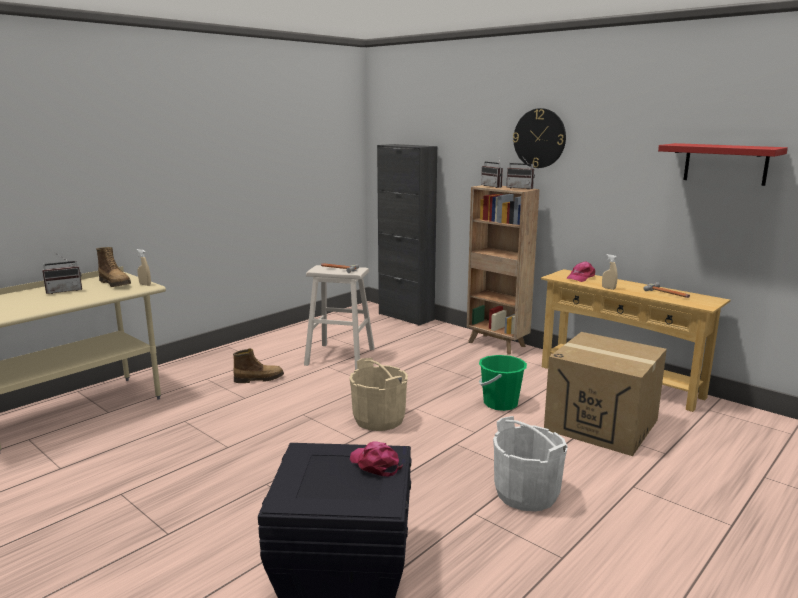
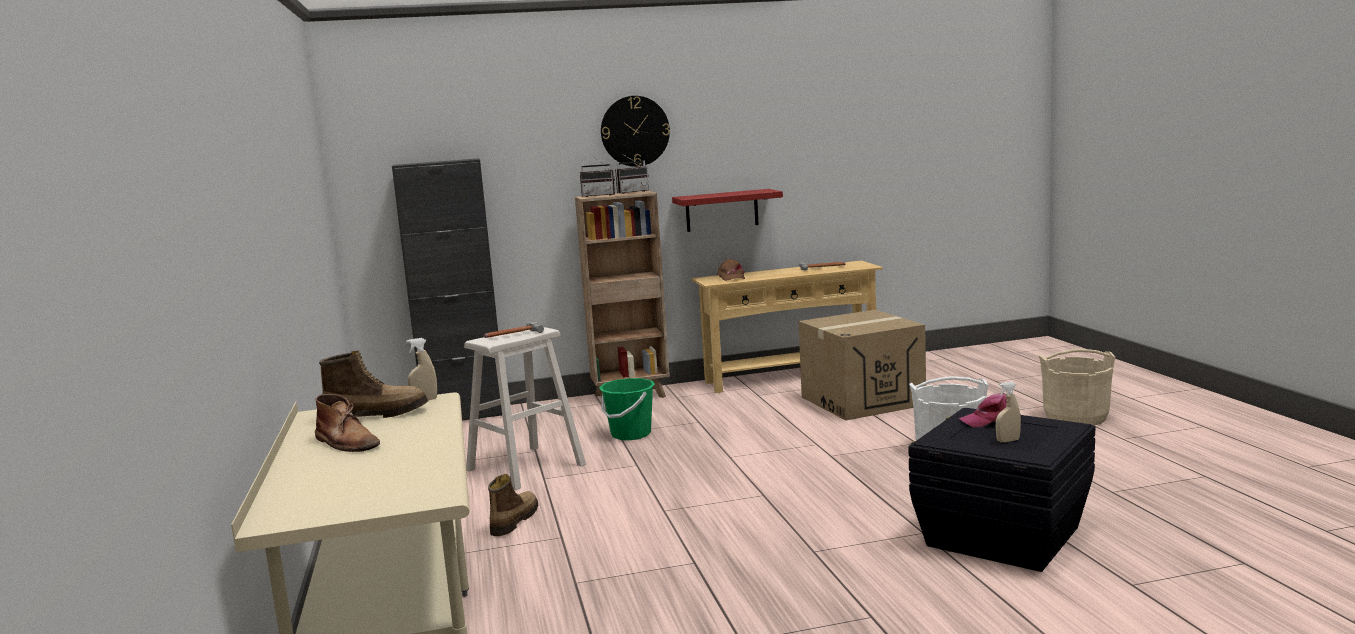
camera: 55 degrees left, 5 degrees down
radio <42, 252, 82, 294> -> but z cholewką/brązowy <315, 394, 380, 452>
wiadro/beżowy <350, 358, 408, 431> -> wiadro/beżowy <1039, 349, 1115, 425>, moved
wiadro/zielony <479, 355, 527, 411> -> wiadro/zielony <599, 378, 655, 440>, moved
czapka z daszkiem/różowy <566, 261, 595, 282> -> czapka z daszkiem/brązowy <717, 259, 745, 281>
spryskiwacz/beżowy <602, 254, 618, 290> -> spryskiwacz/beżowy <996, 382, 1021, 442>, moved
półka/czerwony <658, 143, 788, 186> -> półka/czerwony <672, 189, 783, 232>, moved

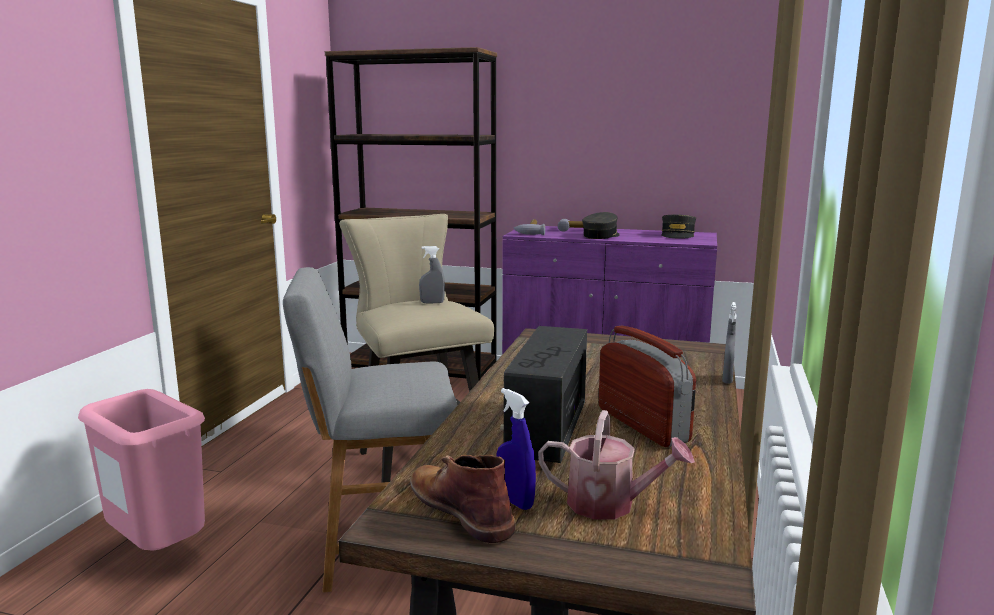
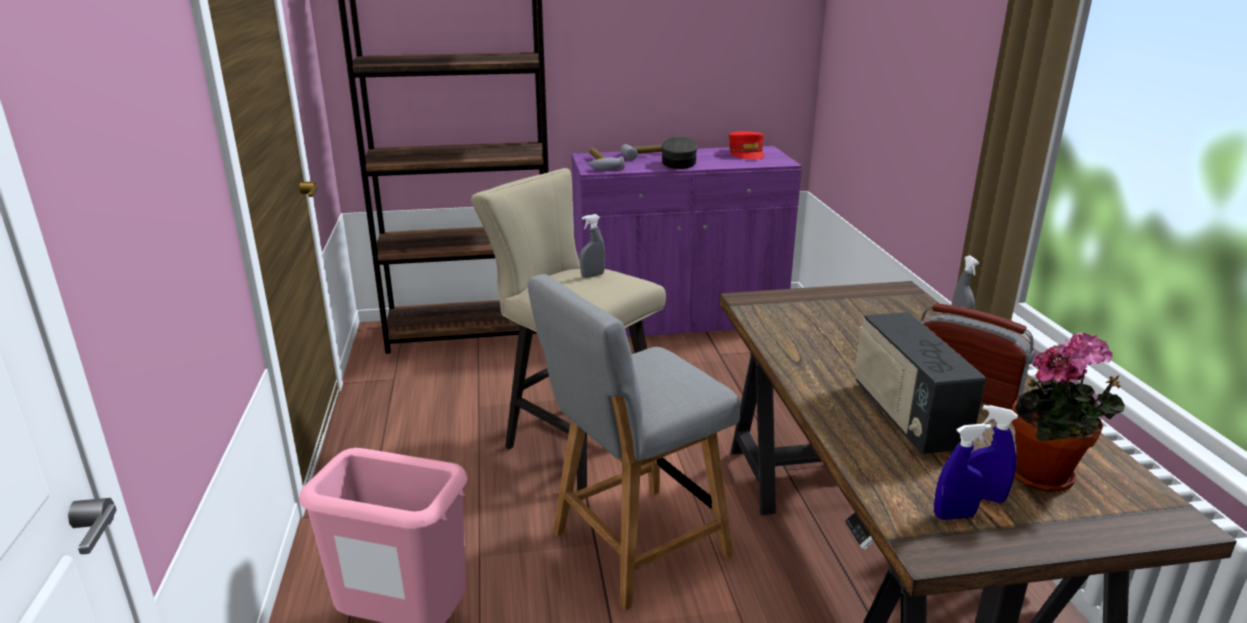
camera: 25 degrees left, 10 degrees up
but z cholewką/brązowy <410, 455, 515, 543> -> spryskiwacz/niebieski <934, 424, 991, 520>
konewka <538, 410, 695, 520> -> roślina doniczkowa <1011, 333, 1125, 492>
czapka z daszkiem/szary <661, 214, 696, 239> -> czapka z daszkiem/czerwony <729, 131, 765, 160>

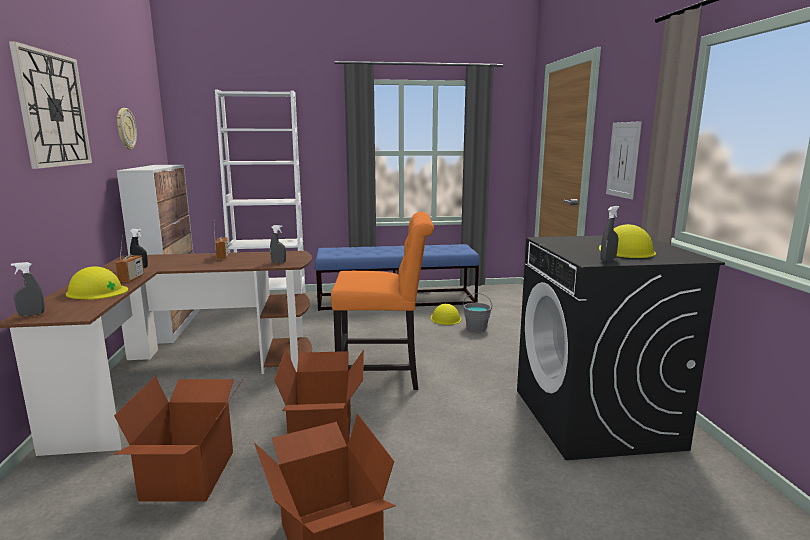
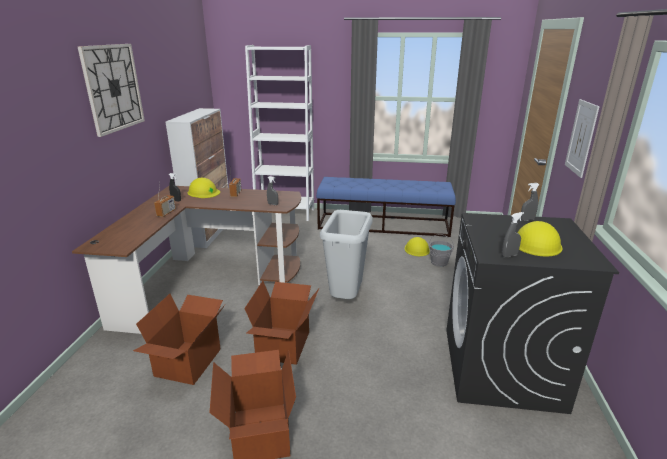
camera: 15 degrees right, 10 degrees up
spryskiwacz/szary <11, 262, 45, 316> -> spryskiwacz/szary <521, 183, 539, 221>, moved
kask/żółty <66, 266, 128, 300> -> kask/żółty <188, 178, 220, 198>, moved
zegar ścienny <117, 108, 137, 150> -> none
krzesło/pomarańczowy <331, 212, 434, 390> -> kosz na śmieci/szary <320, 210, 372, 299>

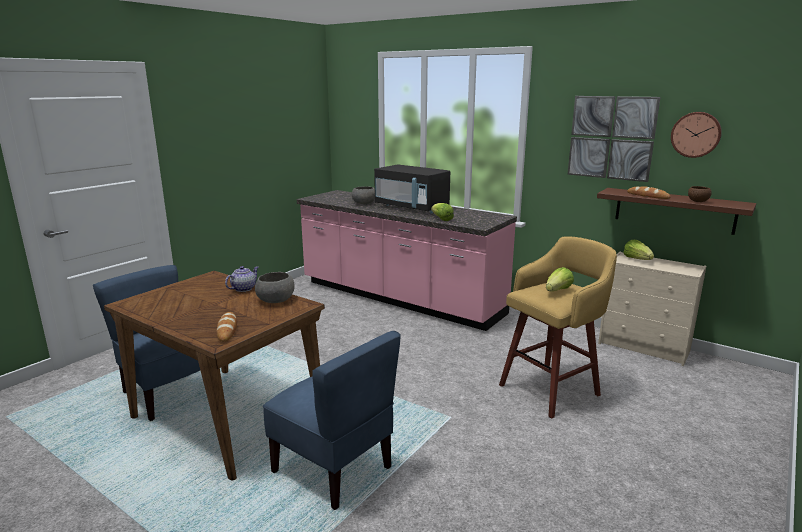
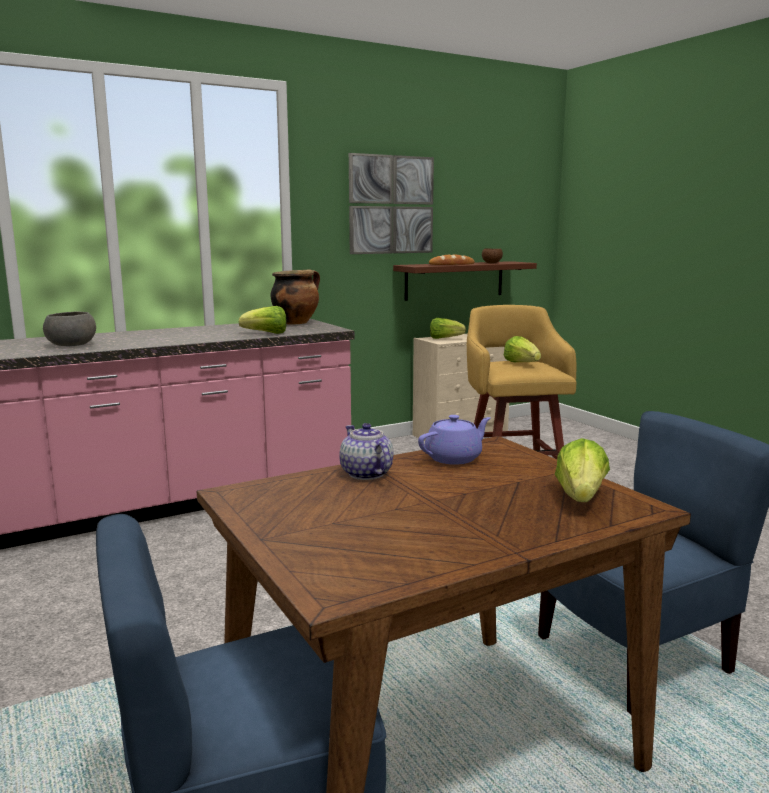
camera: 65 degrees left, 5 degrees down
chleb <217, 312, 237, 342> -> sałata <555, 438, 610, 502>
miska/szary <255, 272, 295, 303> -> imbryk/fioletowy <418, 415, 491, 465>
mikrofalówka/czarny <374, 165, 450, 214> -> none
zegar ścienny <671, 112, 722, 158> -> none
none -> garnek <270, 270, 320, 325>

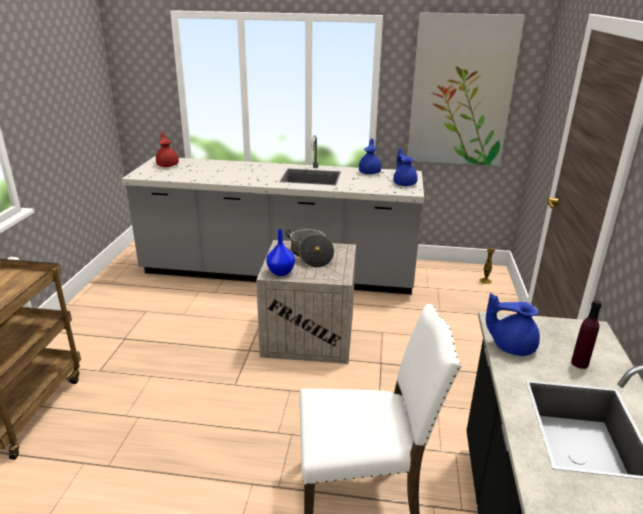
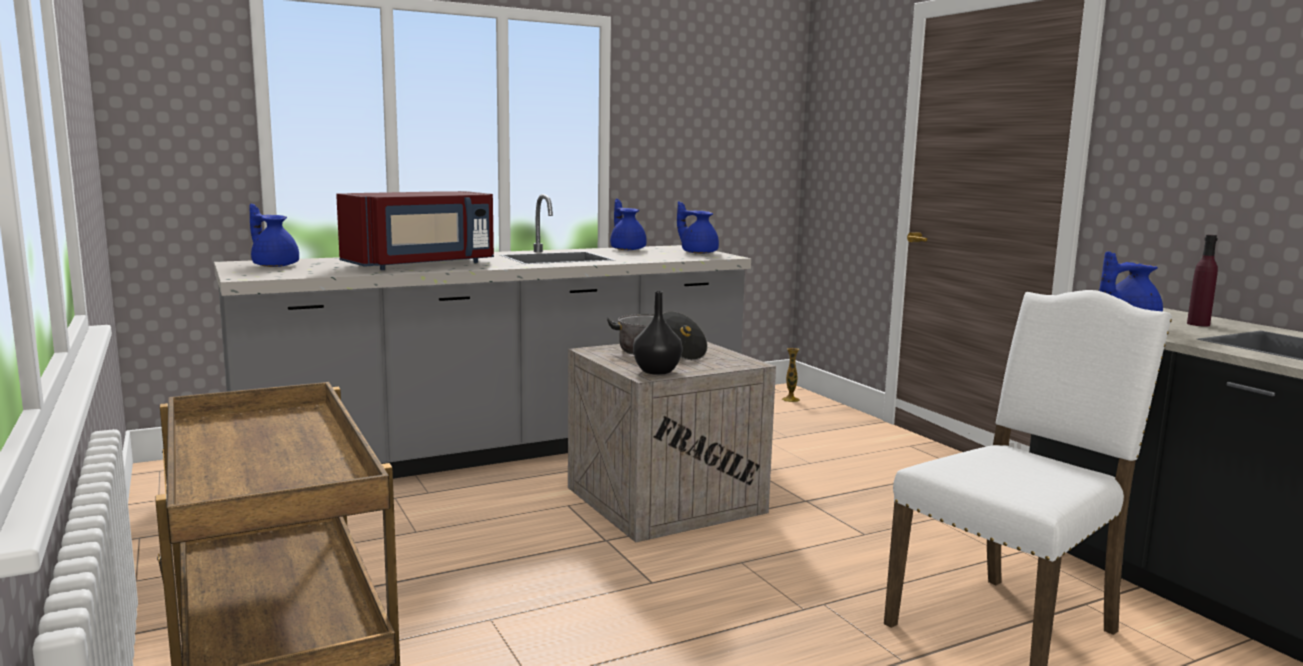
camera: 35 degrees left, 15 degrees down
imbryk/czerwony <156, 132, 179, 167> -> imbryk/niebieski <250, 204, 299, 267>
wazon/niebieski <266, 229, 295, 276> -> wazon/czarny <633, 291, 683, 375>
obraz <407, 12, 525, 166> -> none
none -> mikrofalówka/czerwony <336, 191, 494, 270>

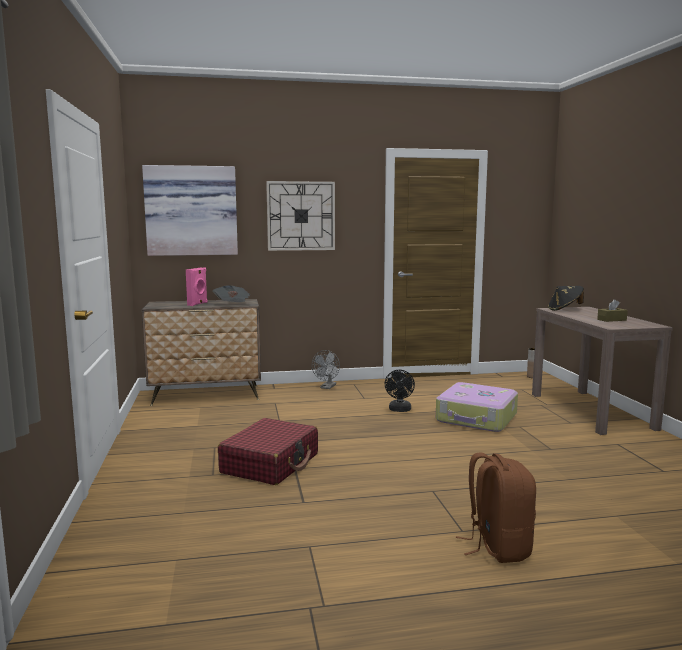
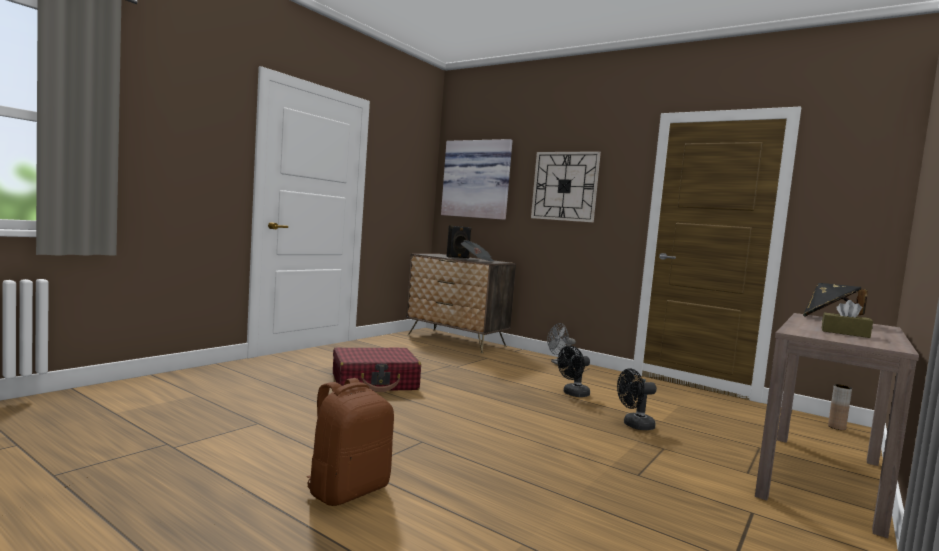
camera: 45 degrees right, 5 degrees down
głośnik/różowy <186, 267, 207, 306> -> głośnik/czarny <447, 225, 472, 258>
walizka <436, 382, 518, 432> -> wentylator/czarny <617, 368, 657, 430>

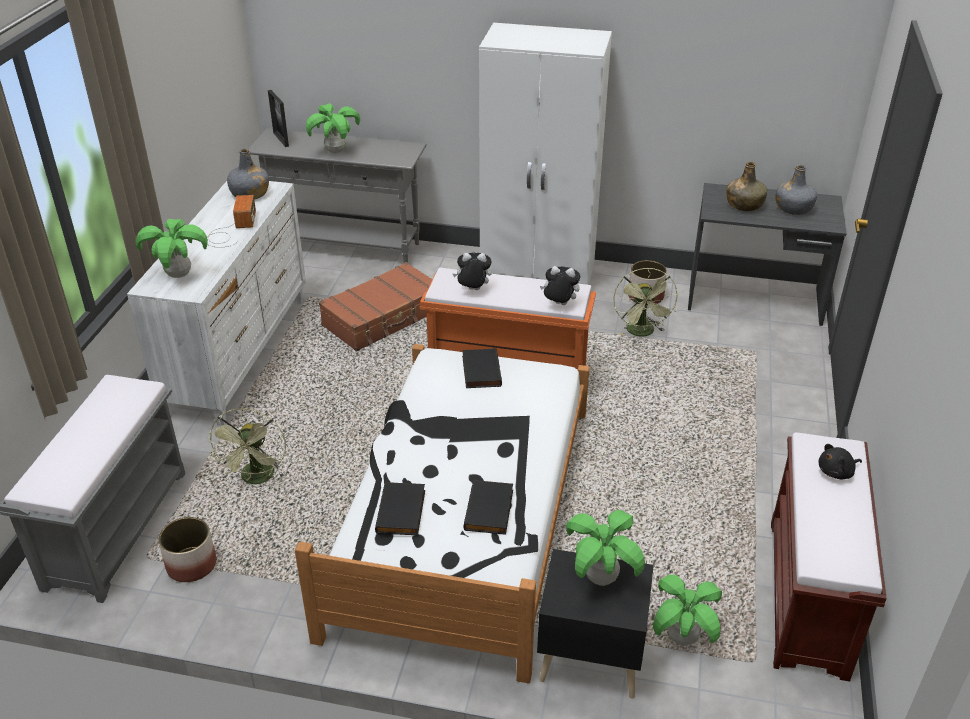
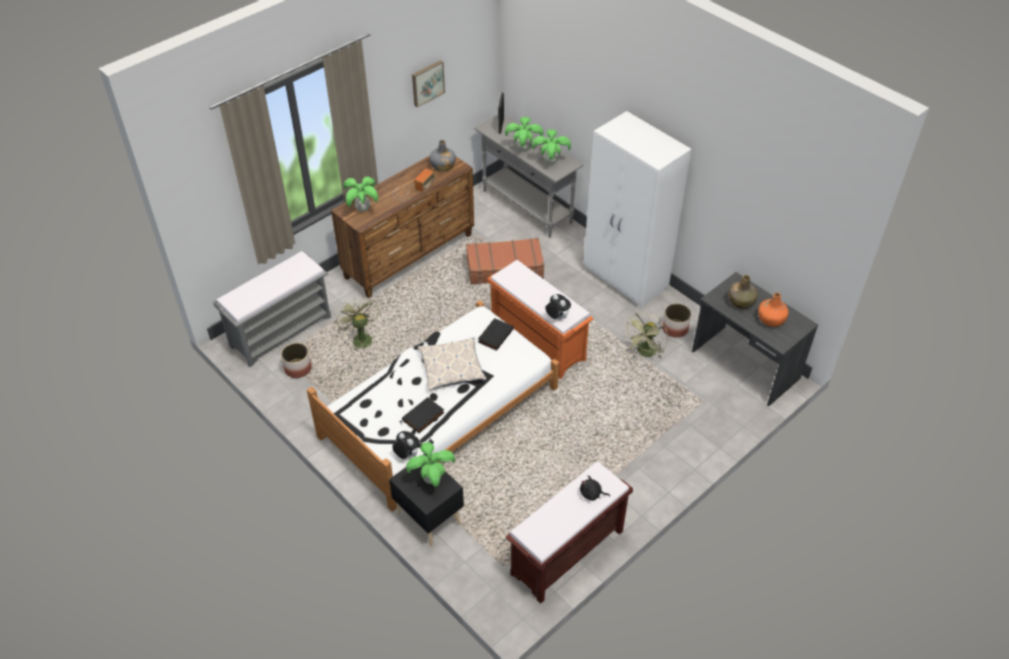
camera: 35 degrees right, 10 degrees up
komoda/biały <127, 181, 306, 426> -> komoda/brązowy <331, 156, 474, 298>
wentylator/zielony <207, 408, 286, 484> -> wentylator/zielony <335, 298, 379, 352>, 120 degrees clockwise
książka/czarny <375, 482, 425, 535> -> none
pluszak <453, 253, 492, 290> -> pluszak <392, 431, 420, 459>, moved
roślina doniczkowa <653, 575, 722, 646> -> roślina doniczkowa <532, 129, 571, 164>, moved
butelka/szary <775, 165, 817, 215> -> butelka/pomarańczowy <758, 292, 789, 327>
none -> obraz <412, 60, 445, 107>
none -> poduszka <418, 337, 487, 390>

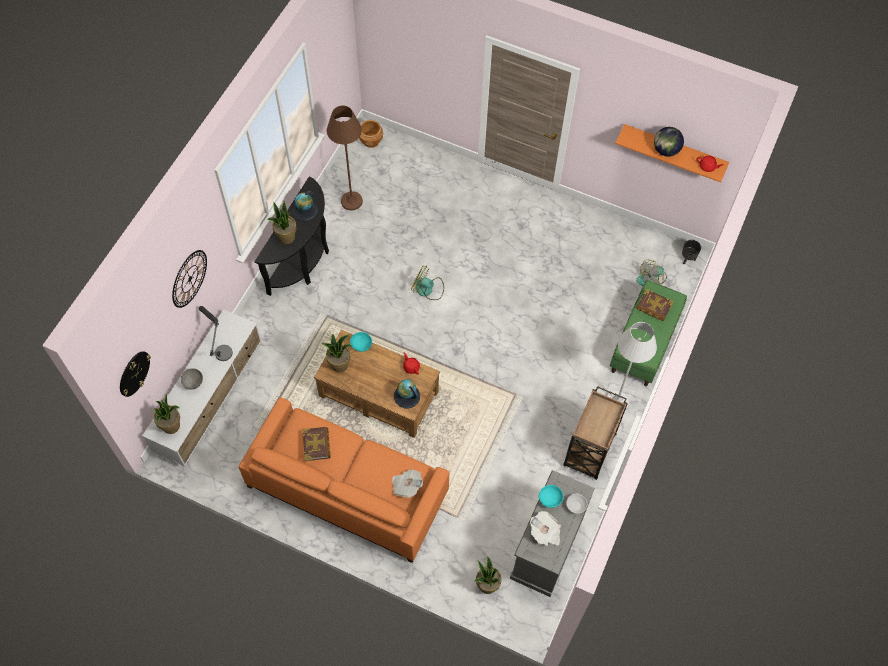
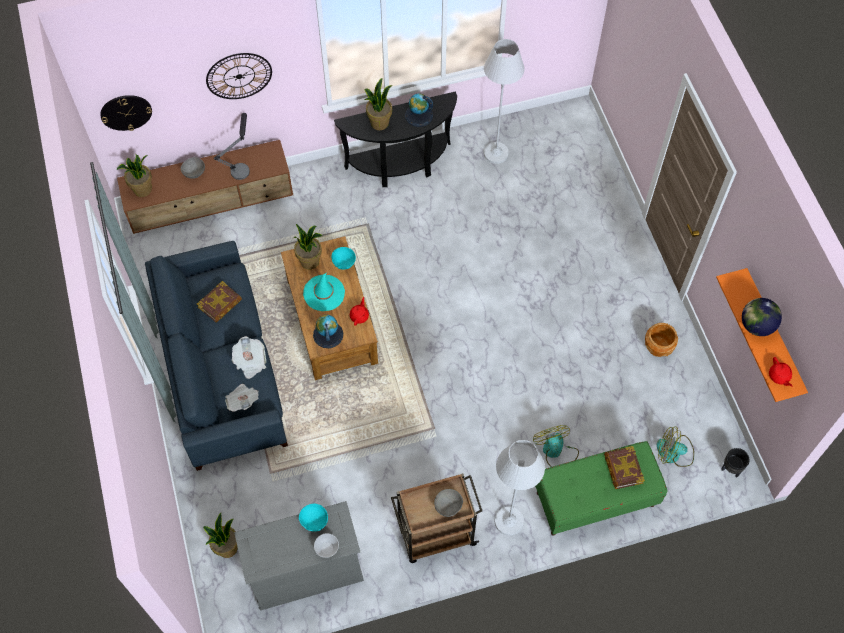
camera: 50 degrees right, 0 degrees up
szafka pod telewizor/biały <142, 309, 262, 466> -> szafka pod telewizor/brązowy <117, 140, 293, 234>
kanapa/pomarańczowy <238, 397, 449, 563> -> kanapa/niebieski <145, 241, 288, 471>
lampa stojąca/brązowy <327, 105, 363, 211> -> lampa stojąca/biały <484, 39, 525, 164>
donica/brązowy <359, 120, 383, 148> -> donica/brązowy <645, 323, 678, 357>, moved
wentylator <411, 266, 444, 300> -> wentylator <533, 425, 579, 467>, moved
gazeta <530, 511, 561, 546> -> gazeta <232, 336, 266, 379>, moved
none -> kapelusz/turkusowy <303, 273, 345, 311>
none -> miska/szary <434, 489, 463, 517>

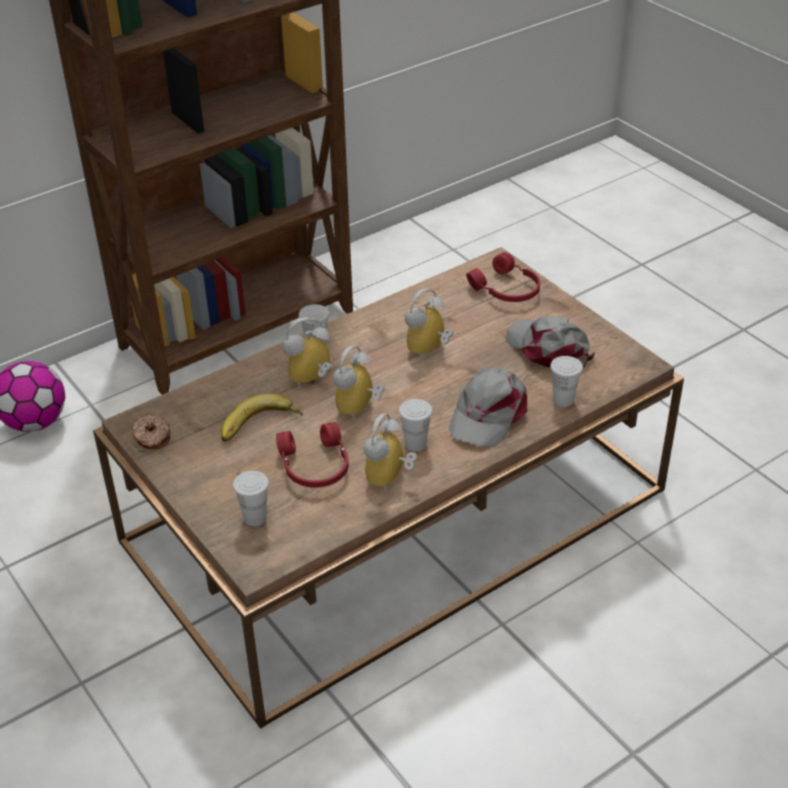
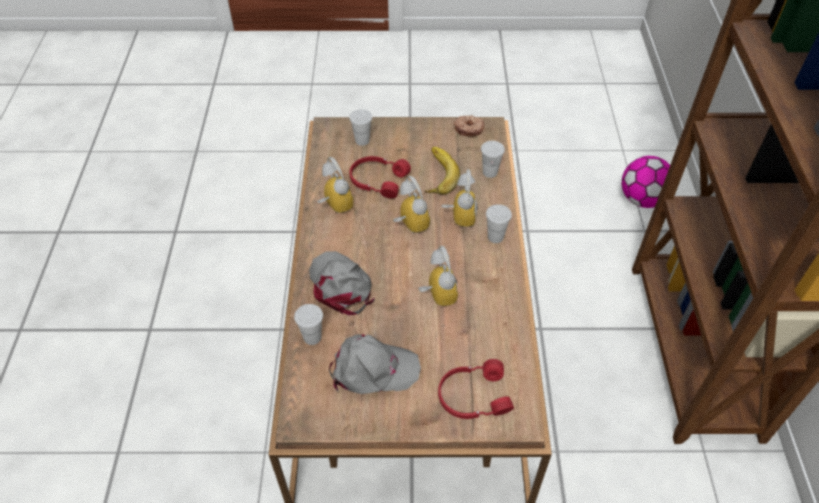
camera: 125 degrees right, 10 degrees up
filiżanka/biały <399, 399, 433, 452> -> filiżanka/biały <481, 141, 505, 178>, moved

